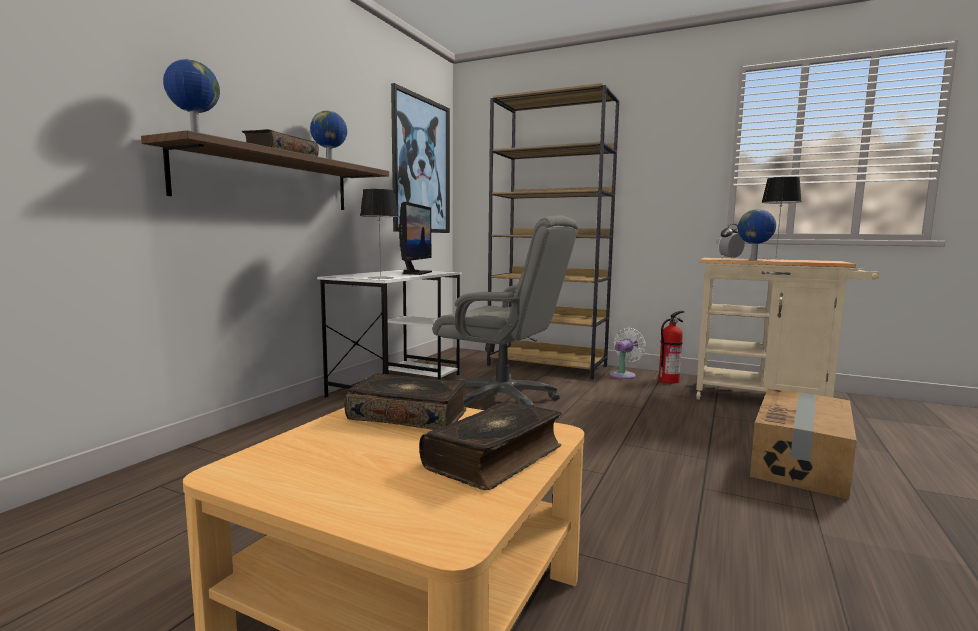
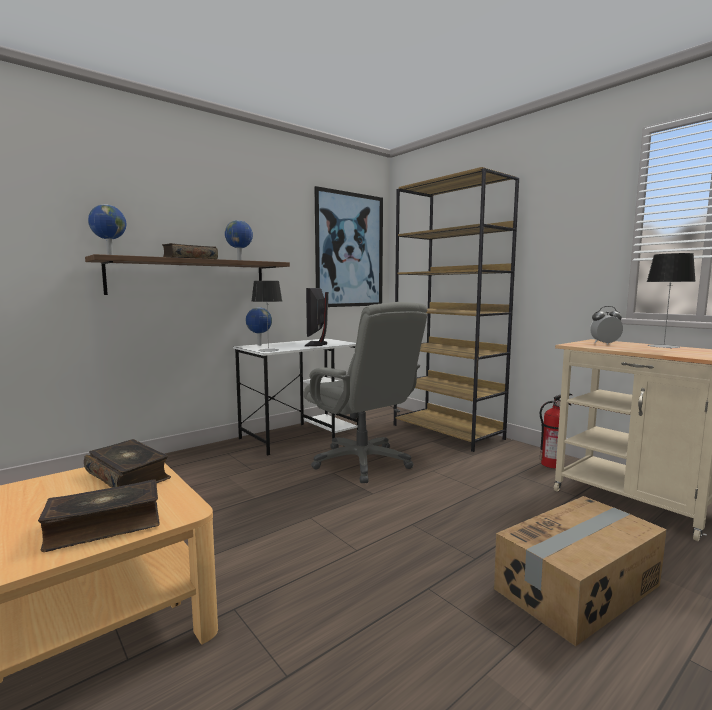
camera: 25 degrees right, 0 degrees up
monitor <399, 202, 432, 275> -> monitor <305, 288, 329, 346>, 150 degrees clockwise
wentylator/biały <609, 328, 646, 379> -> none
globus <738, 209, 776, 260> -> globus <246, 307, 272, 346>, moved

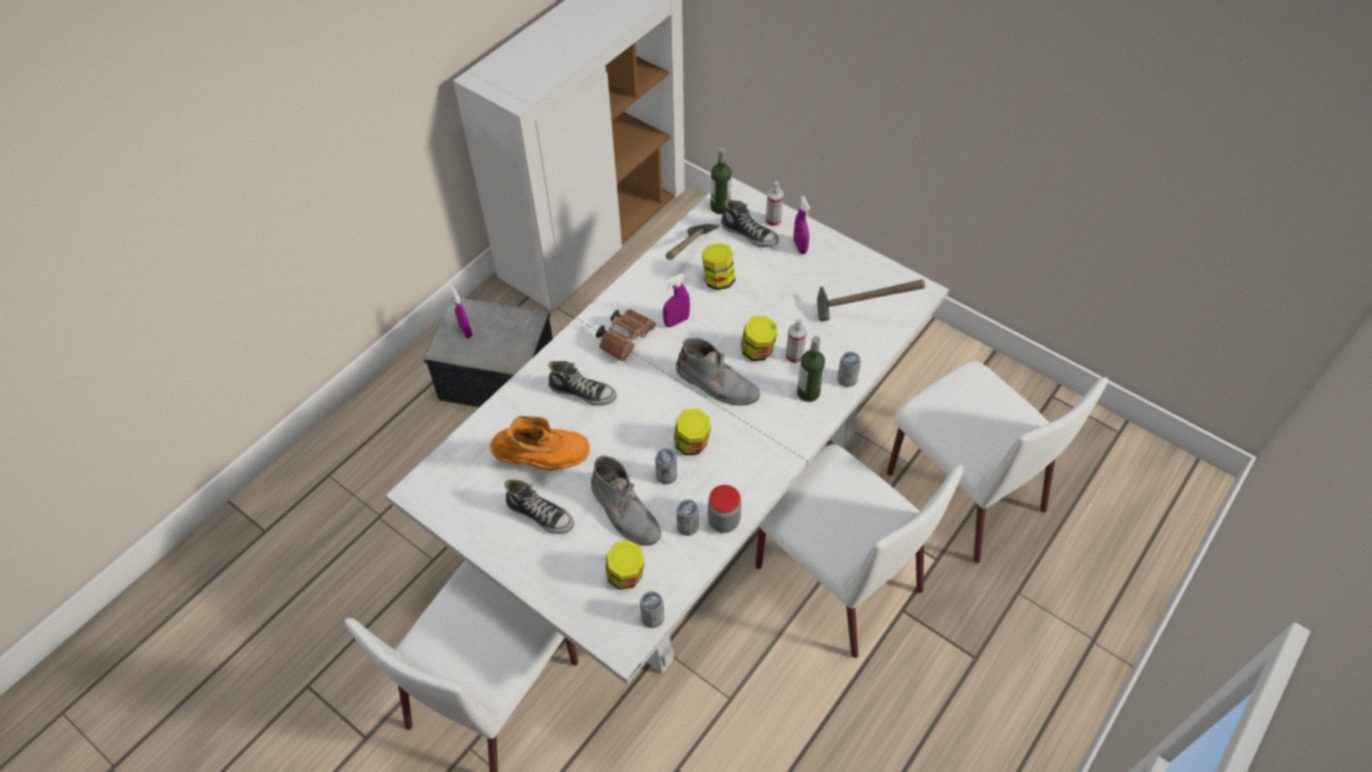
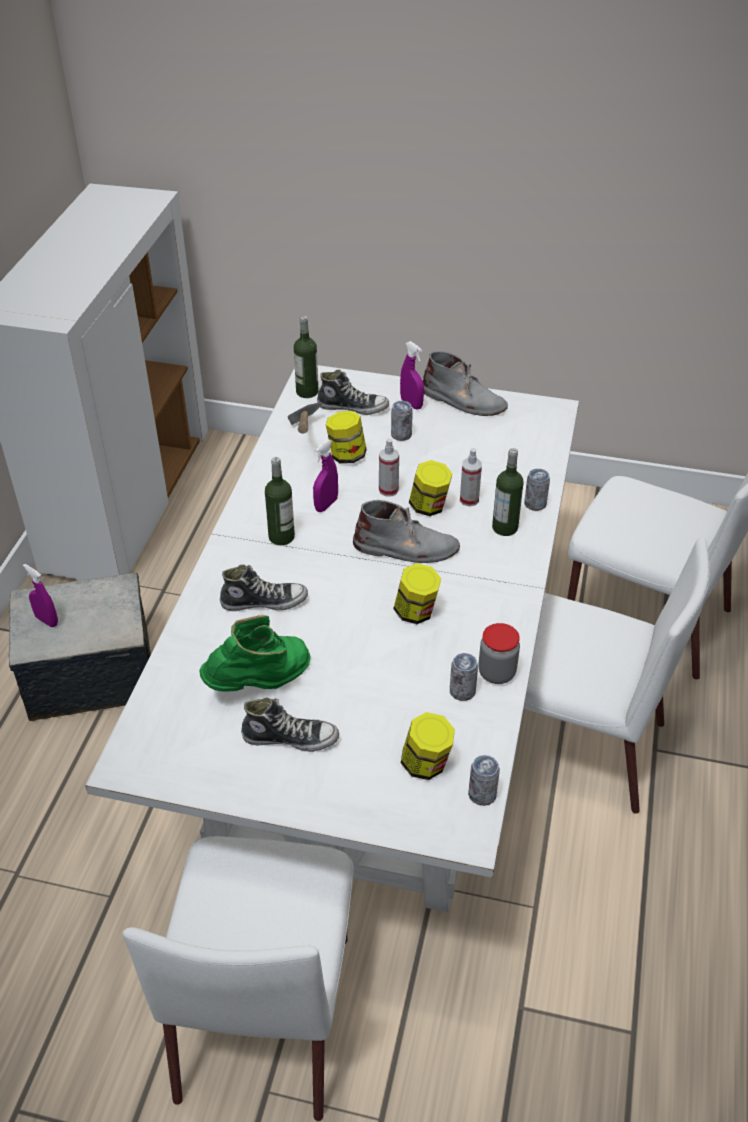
camera: 25 degrees left, 10 degrees down
but z cholewką/pomarańczowy <490, 416, 590, 471> -> but z cholewką/zielony <199, 615, 311, 691>
but z cholewką/szary <591, 455, 661, 546> -> but z cholewką/szary <423, 351, 508, 416>, moved
lornetka/brązowy <596, 309, 656, 361> -> butelka <265, 457, 295, 545>
puszka <655, 448, 677, 484> -> puszka <391, 401, 413, 441>, moved
spryskiwacz <766, 181, 784, 227> -> spryskiwacz <379, 438, 399, 496>, moved
młotek <817, 279, 925, 321> -> none

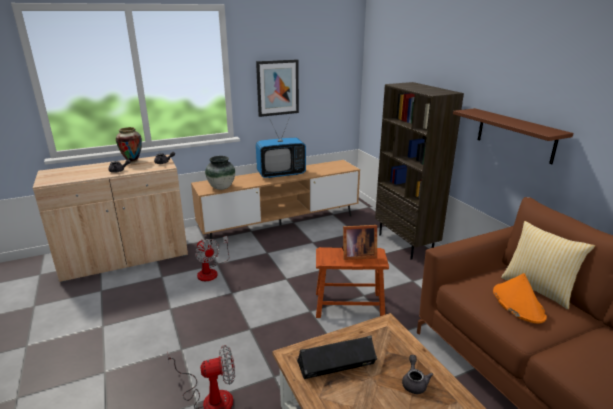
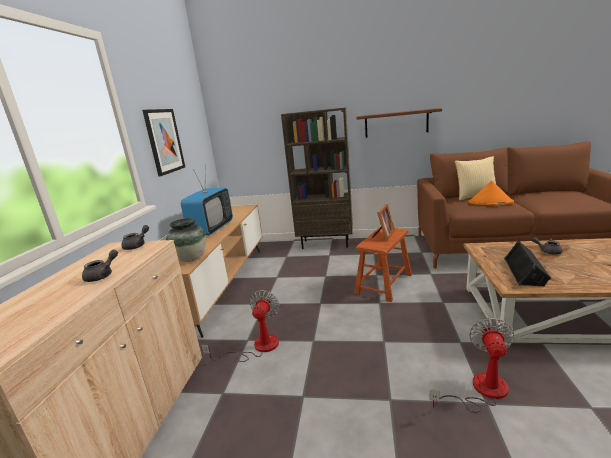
camera: 55 degrees left, 5 degrees down
wazon <116, 127, 142, 163> -> none
wentylator <195, 236, 229, 281> -> wentylator <201, 290, 280, 362>, 75 degrees counterclockwise

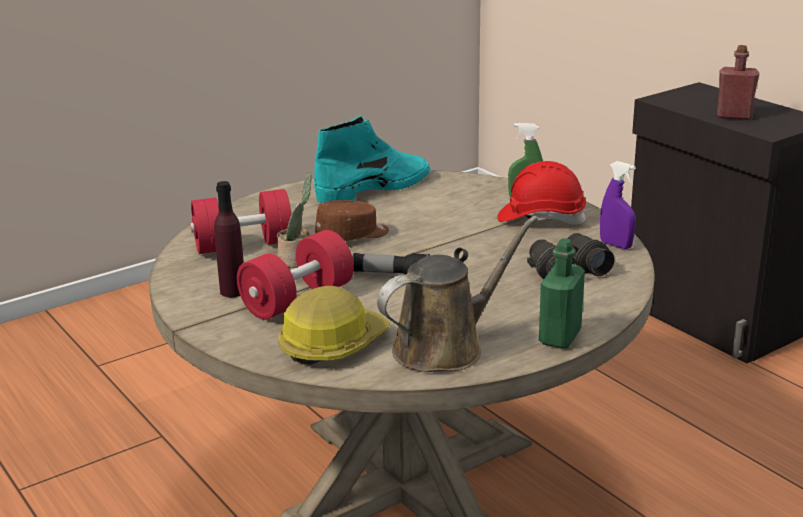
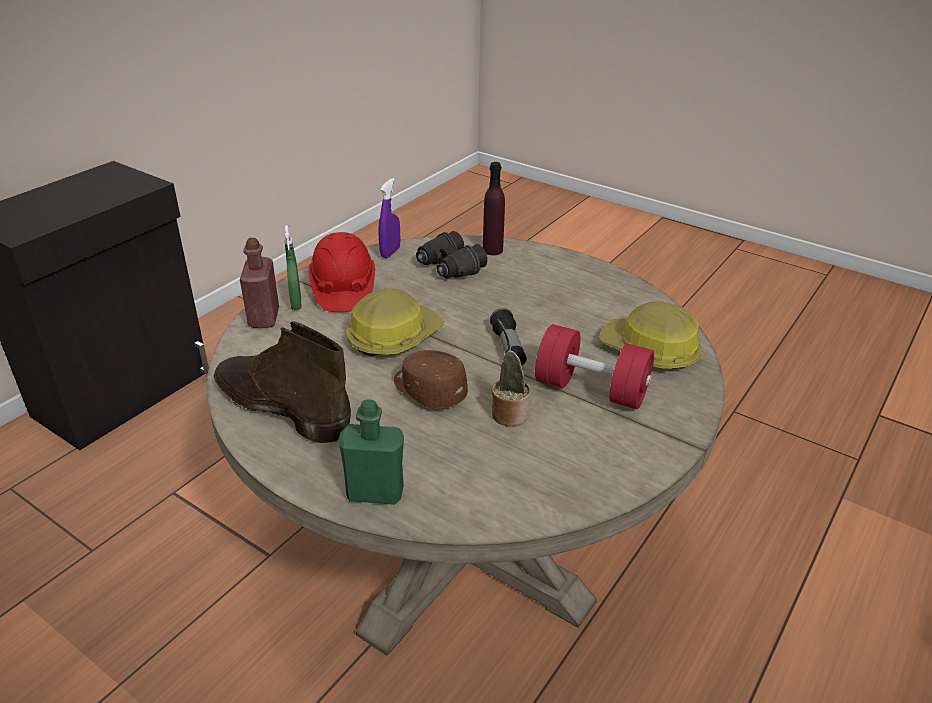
camera: 110 degrees left, 10 degrees up
hantel/czerwony <190, 189, 292, 254> -> none
butelka/fioletowy <214, 181, 244, 297> -> butelka/fioletowy <483, 162, 505, 255>, moved
but z cholewką/turkusowy <314, 115, 430, 203> -> but z cholewką/brązowy <214, 321, 351, 443>
konewka/brązowy <377, 216, 538, 372> -> none
butelka/zielony <539, 238, 585, 349> -> butelka/zielony <338, 399, 404, 505>, moved
butelka/czerwony <717, 45, 759, 120> -> butelka/czerwony <240, 238, 279, 328>, moved
none -> kask <347, 288, 444, 356>

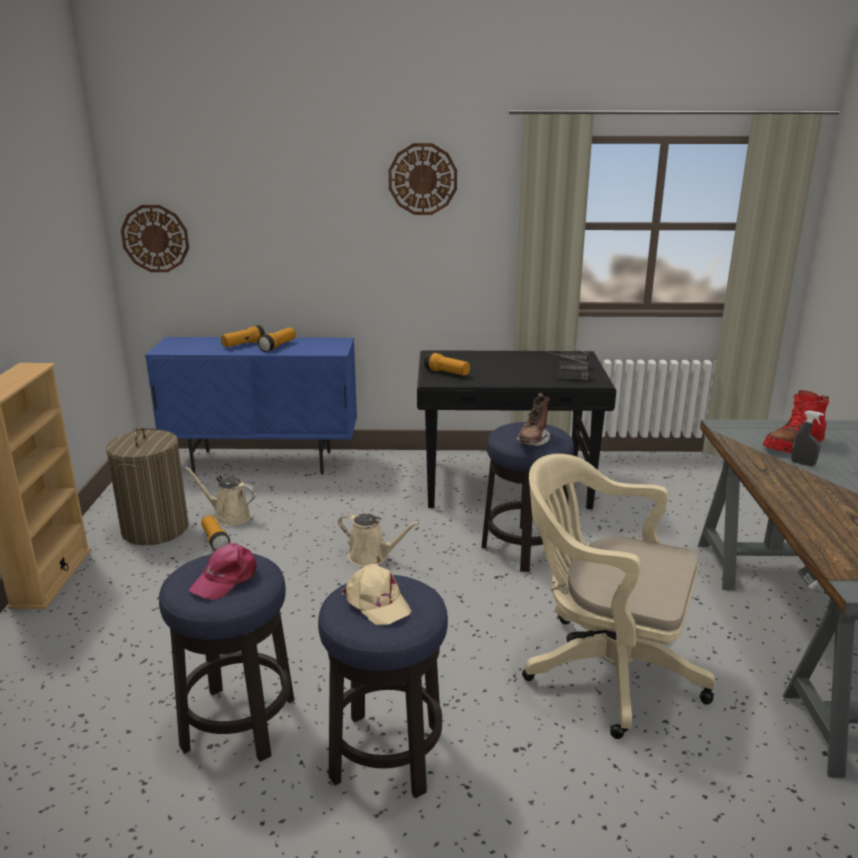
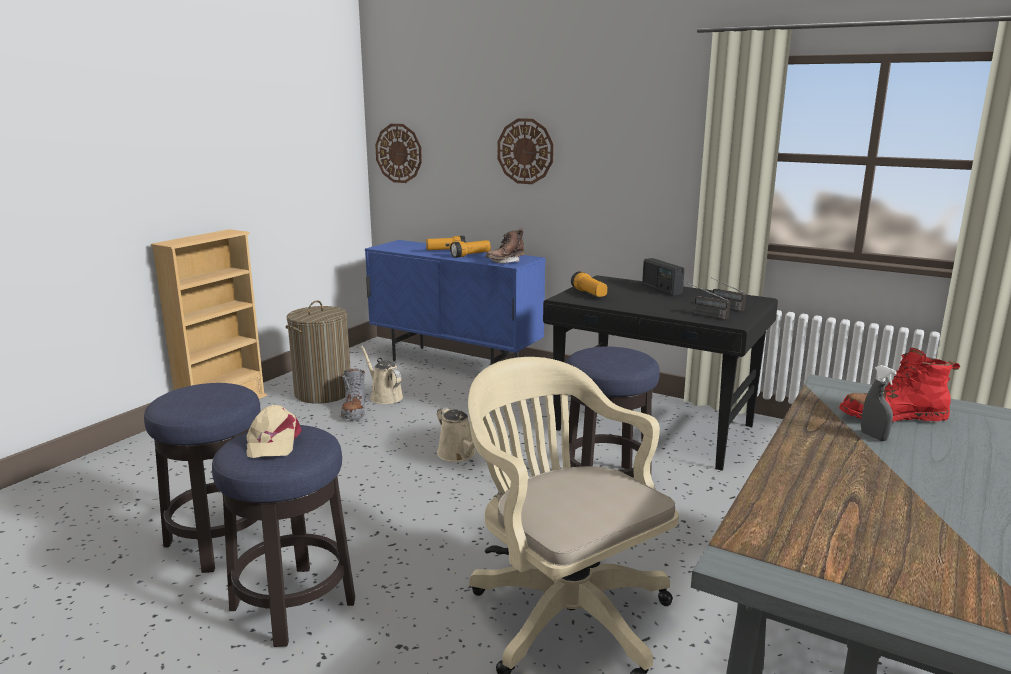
camera: 30 degrees right, 5 degrees down
czapka z daszkiem/różowy <189, 543, 257, 600> -> none
latarka <201, 516, 230, 551> -> but z cholewką/szary <341, 368, 366, 419>
zegar ścienny <388, 143, 457, 215> -> zegar ścienny <498, 118, 554, 184>, moved
but z cholewką/brązowy <516, 393, 550, 446> -> but z cholewką/brązowy <485, 228, 524, 264>, moved
none -> radio <642, 258, 685, 296>

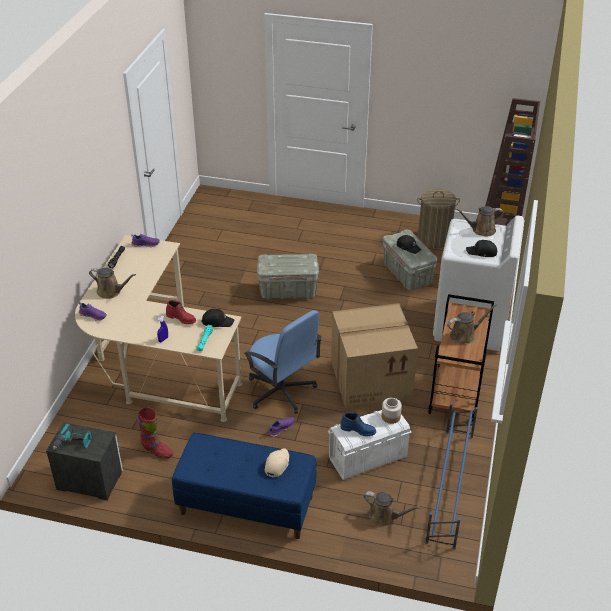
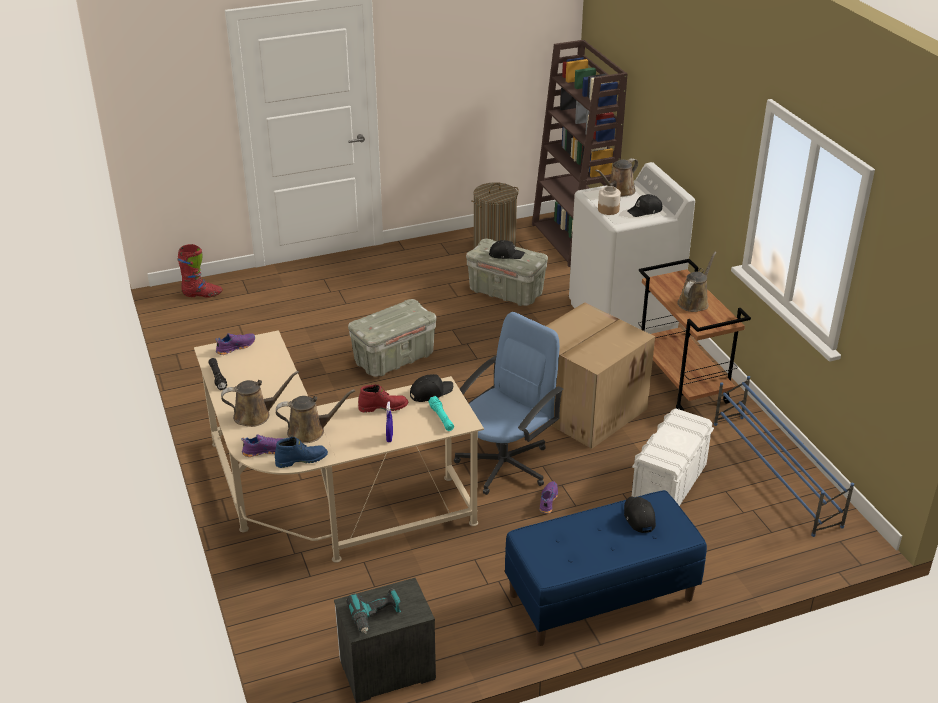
camera: 35 degrees left, 5 degrees down
but z cholewką/czerwony <137, 407, 173, 459> -> but z cholewką/czerwony <178, 244, 223, 298>, moved
krzesło biurowe/niebieski <244, 310, 322, 414> -> krzesło biurowe/niebieski <454, 312, 563, 495>, 60 degrees counterclockwise
czapka z daszkiem/beżowy <265, 448, 289, 477> -> czapka z daszkiem/czarny <624, 496, 656, 533>
but z cholewką/niebieski <341, 412, 376, 436> -> but z cholewką/niebieski <275, 437, 328, 468>, moved
konewka/brązowy <364, 491, 421, 527> -> konewka/brązowy <276, 389, 355, 443>, moved
słoik <382, 398, 402, 424> -> słoik <598, 186, 621, 215>, moved

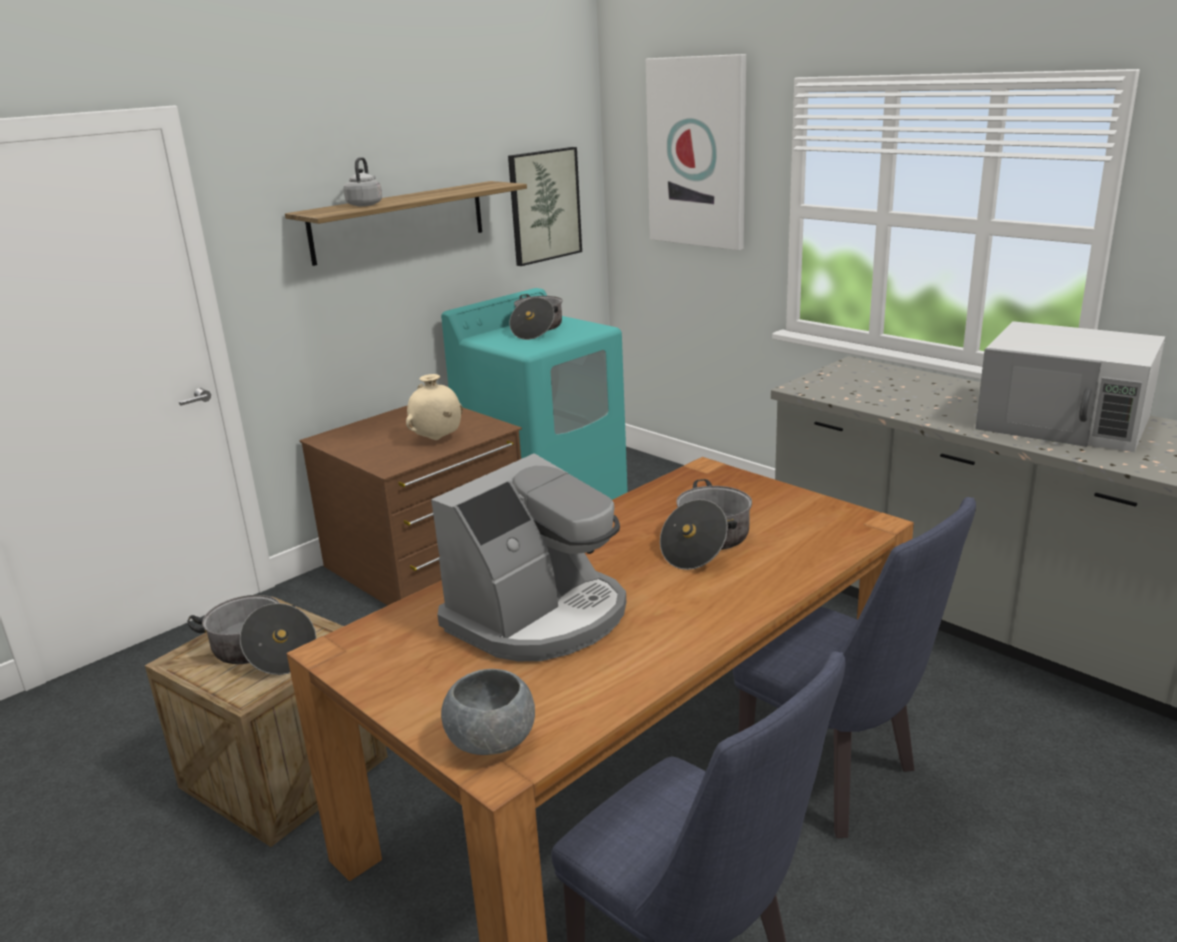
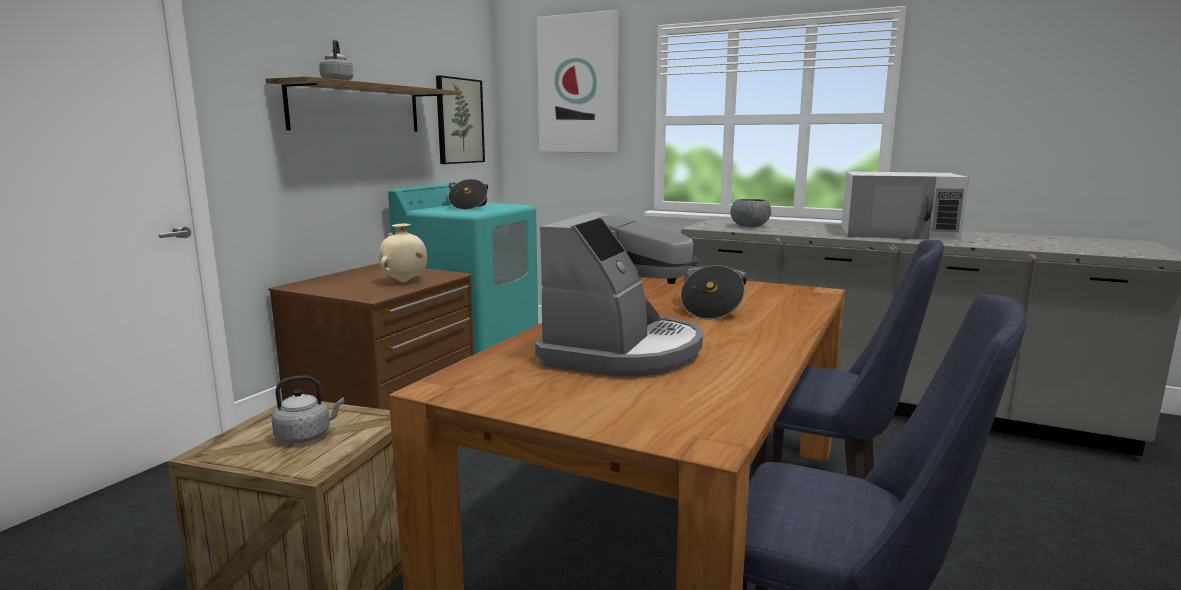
camera: 20 degrees left, 10 degrees down
garnek <187, 595, 316, 675> -> czajnik/szary <271, 375, 344, 443>
miska/szary <441, 669, 535, 755> -> miska/szary <730, 199, 771, 227>, moved

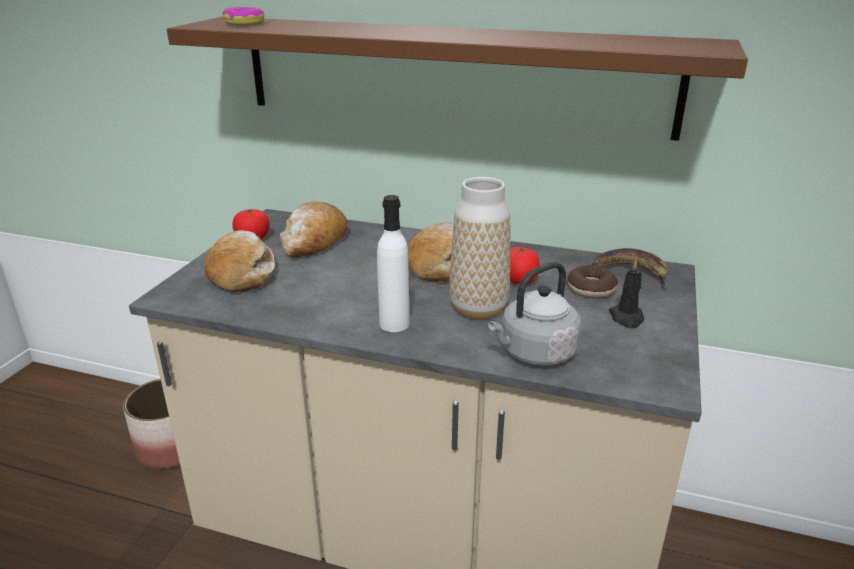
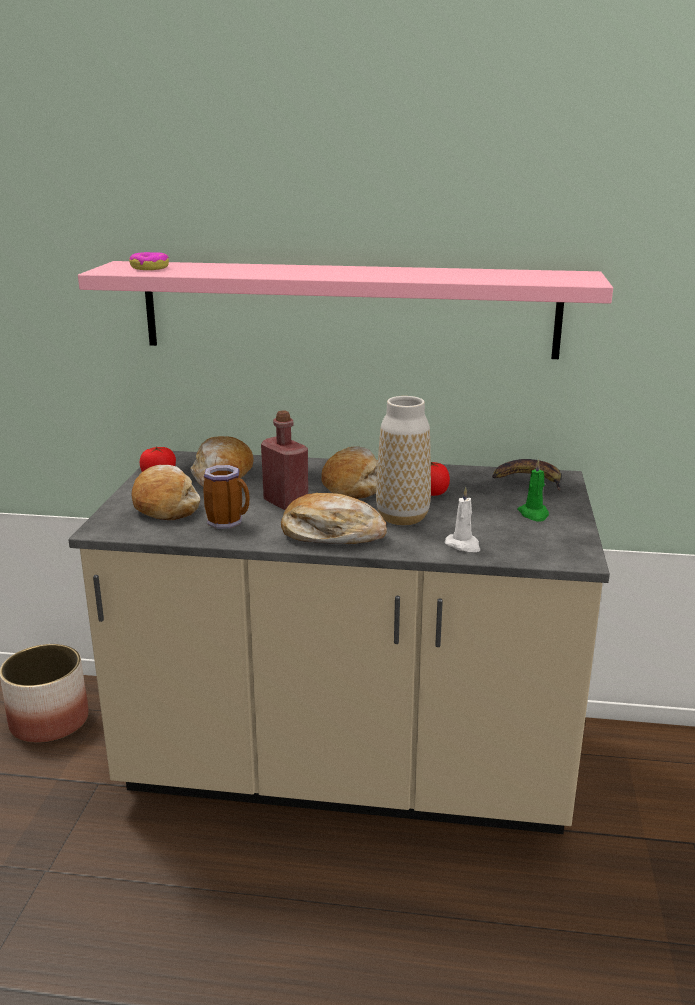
camera: 10 degrees left, 5 degrees down
półka/brązowy <167, 17, 748, 141> -> półka/różowy <78, 261, 613, 359>
butelka/biały <377, 195, 410, 332> -> chleb <281, 493, 387, 544>
czajnik/szary <488, 262, 582, 366> -> świeca/biały <445, 487, 480, 552>
donut <567, 265, 618, 297> -> none
świeca/czarny <609, 259, 644, 328> -> świeca/zielony <517, 459, 549, 521>
none -> kubek <203, 465, 250, 529>
none -> butelka/czerwony <261, 410, 308, 510>

